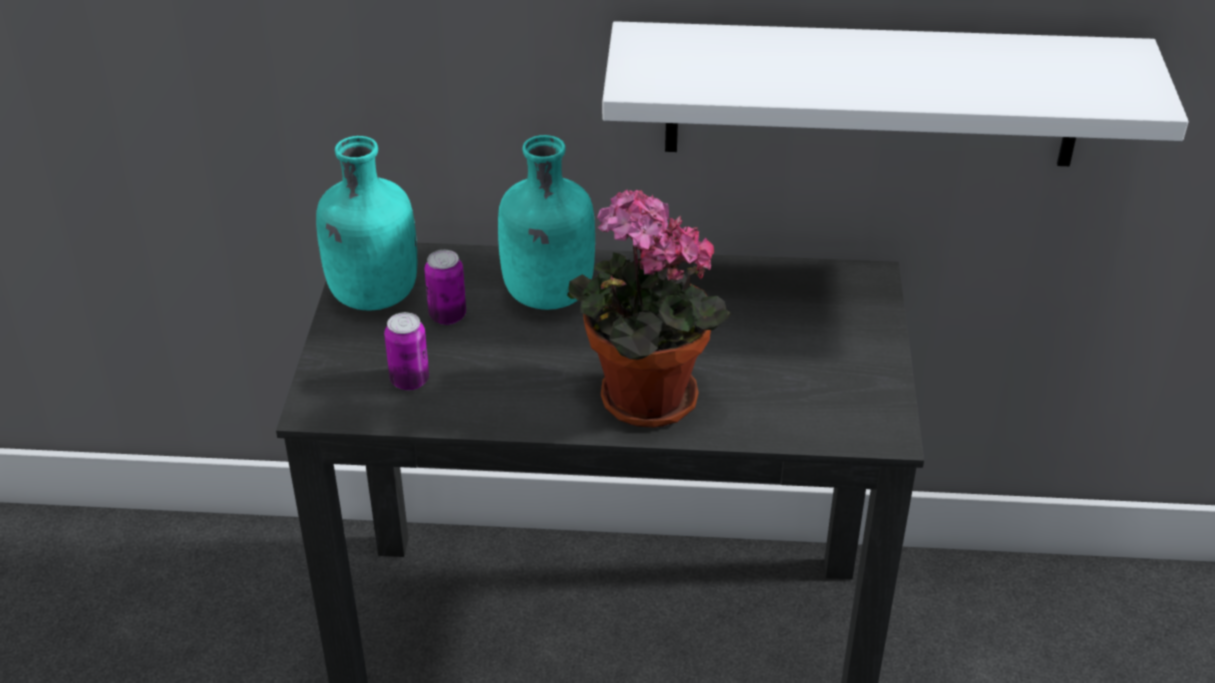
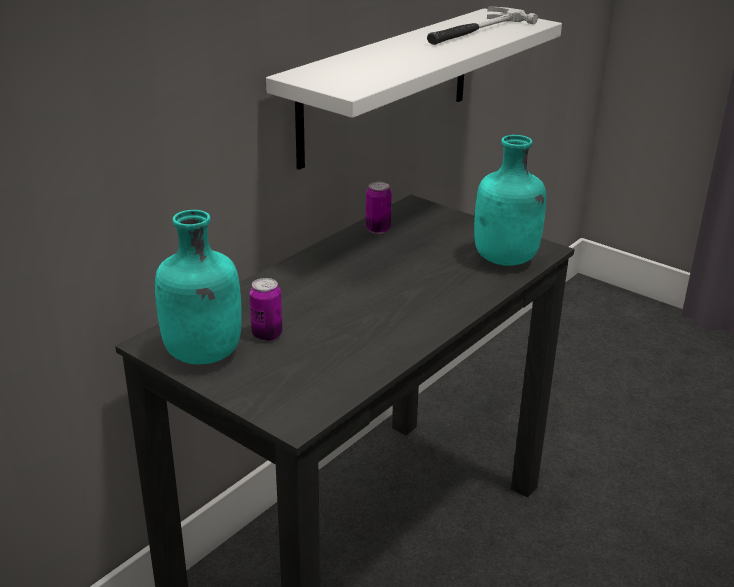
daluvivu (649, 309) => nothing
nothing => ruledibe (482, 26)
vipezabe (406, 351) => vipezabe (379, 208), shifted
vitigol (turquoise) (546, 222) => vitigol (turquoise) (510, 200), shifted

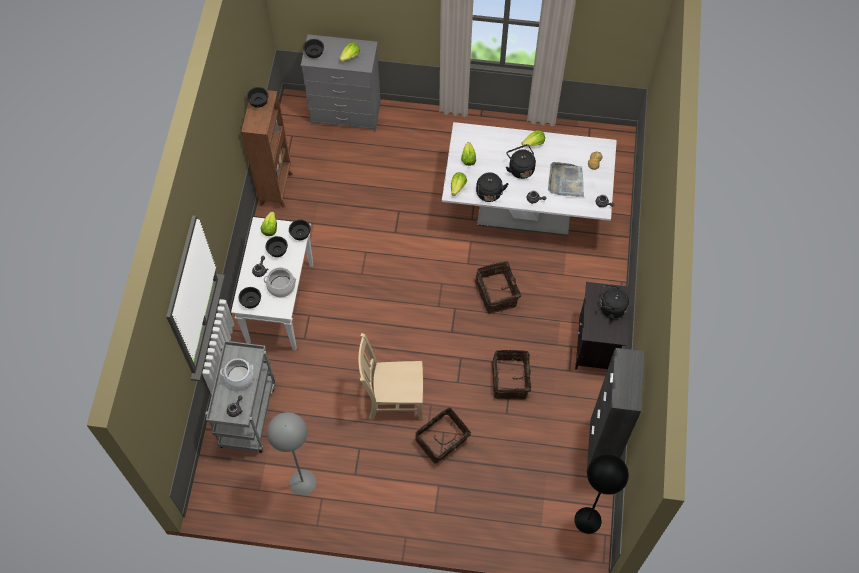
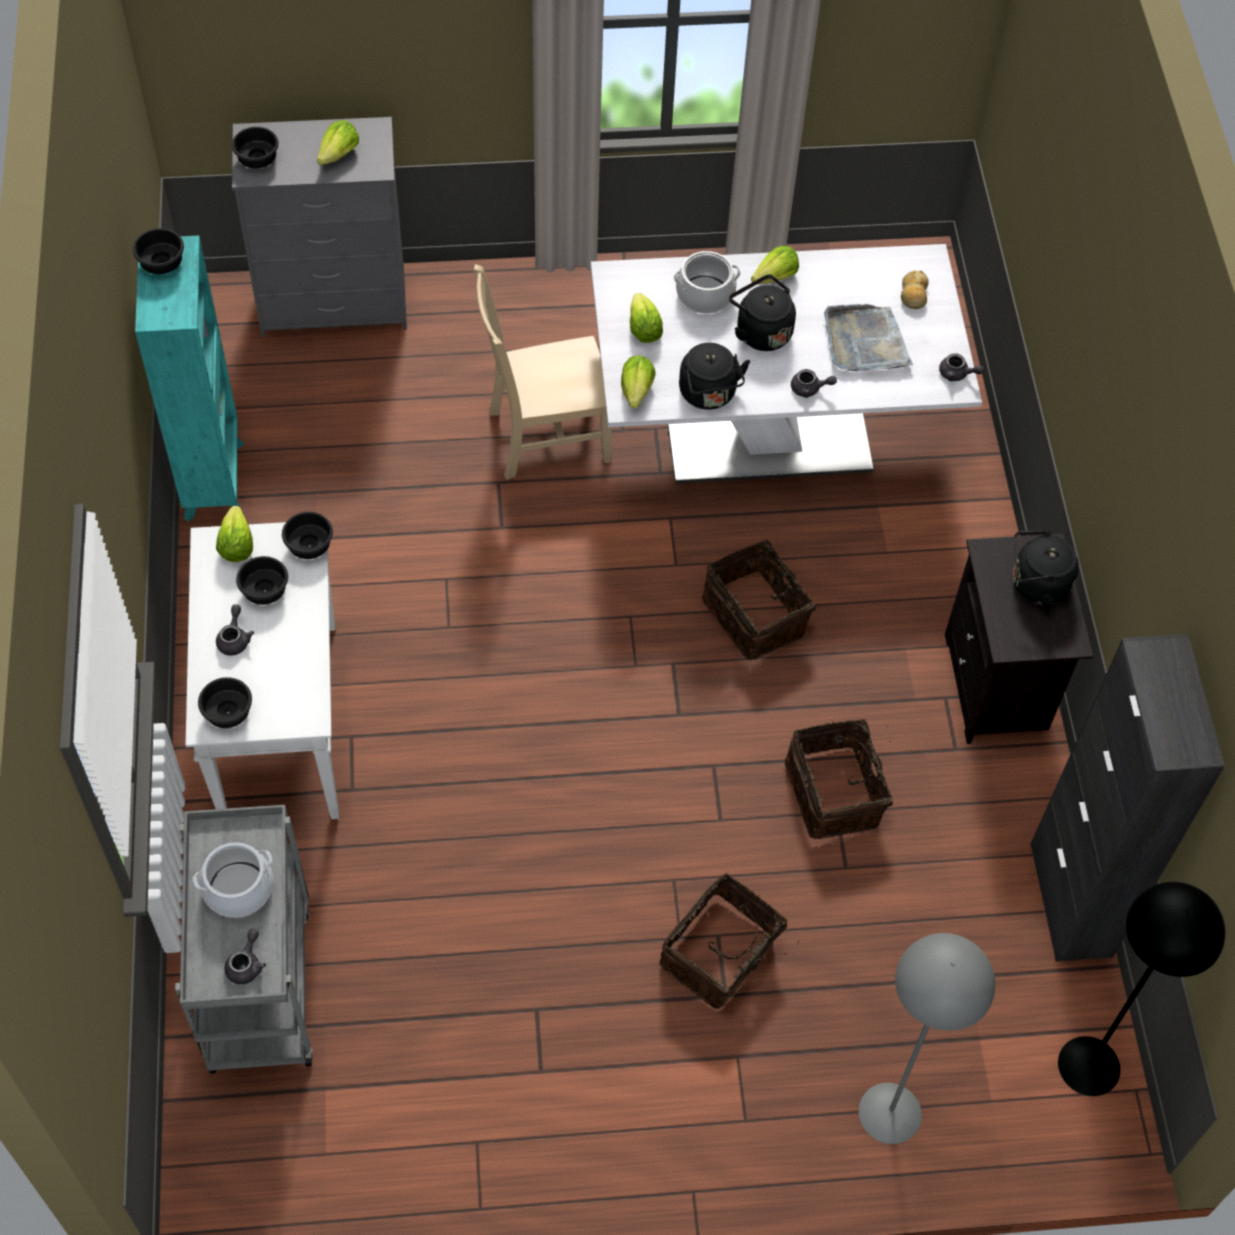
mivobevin (280, 282) => mivobevin (707, 282), shifted
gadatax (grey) (291, 453) => gadatax (grey) (927, 1038), shifted
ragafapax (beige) (390, 376) => ragafapax (beige) (543, 372), shifted
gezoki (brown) (266, 149) => gezoki (turquoise) (189, 379)

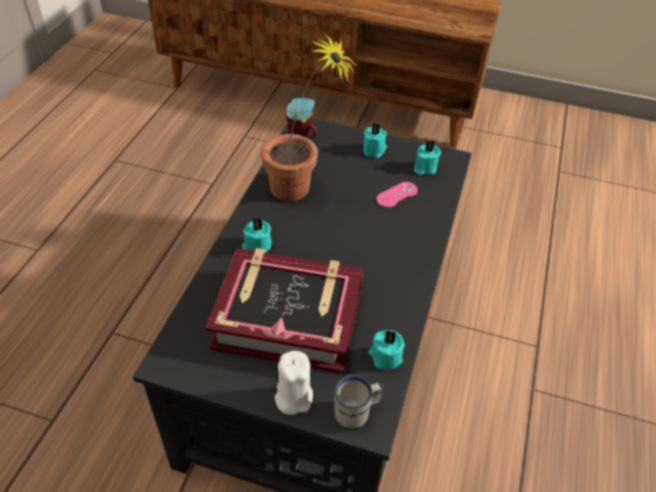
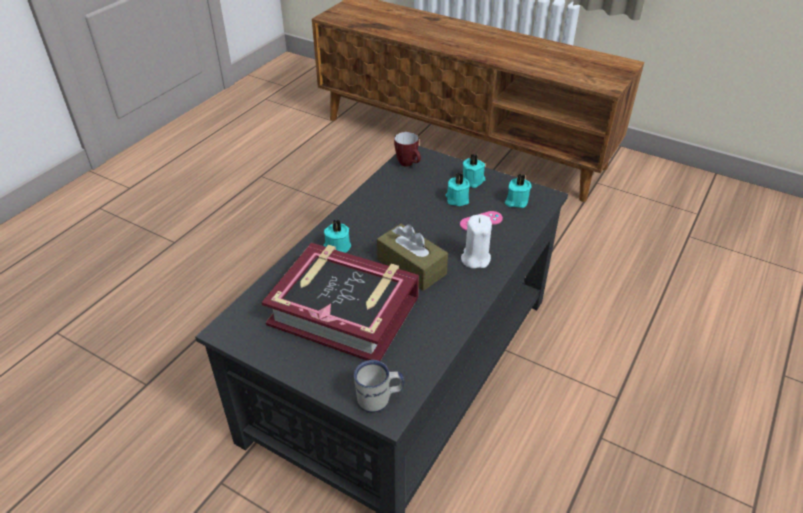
daluvivu (308, 116) => nothing
nothing => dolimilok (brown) (412, 257)
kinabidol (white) (294, 383) => kinabidol (white) (476, 241), shifted
kinabidol (turquoise) (387, 349) => kinabidol (turquoise) (457, 189), shifted

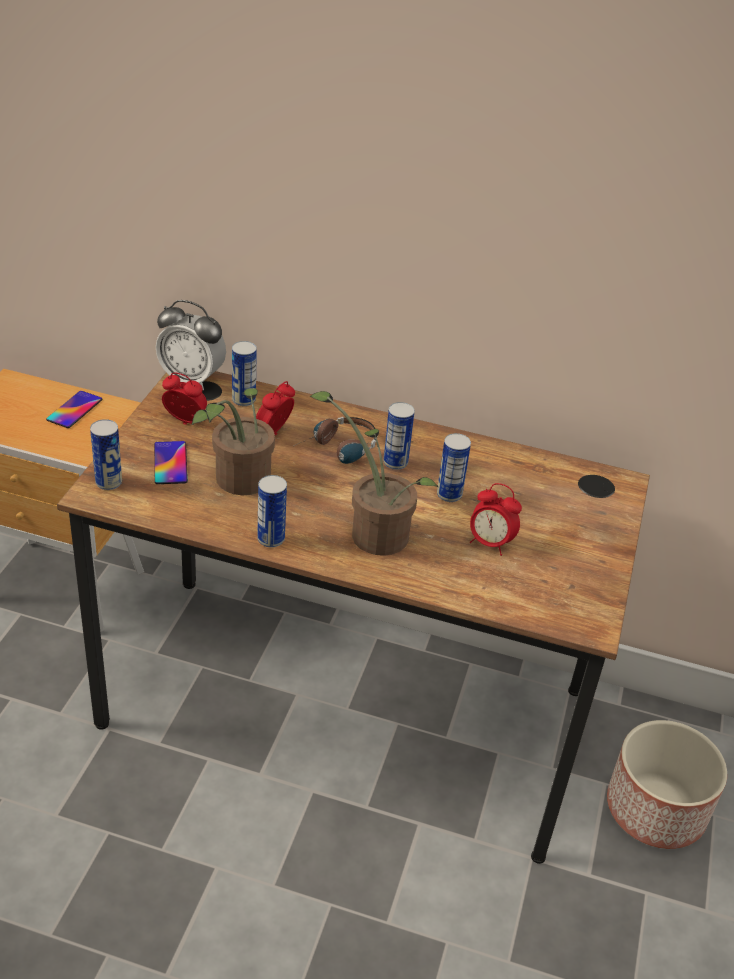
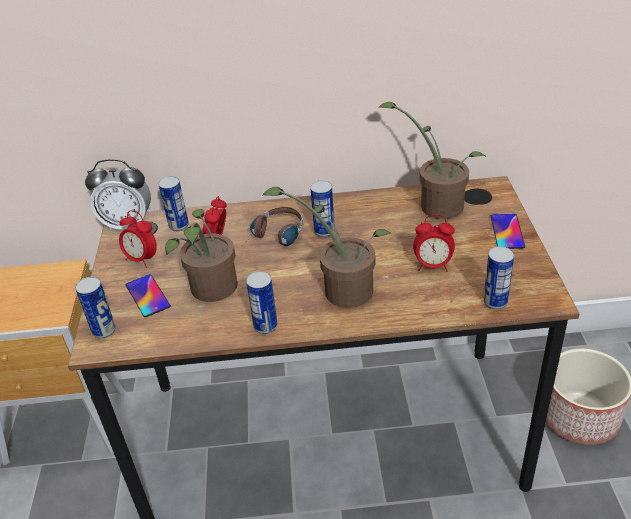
nothing => daluvivu (431, 160)
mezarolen (74, 409) => mezarolen (508, 231), shifted
vipezabe (454, 467) => vipezabe (498, 278), shifted
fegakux (184, 398) => fegakux (138, 239), 150 degrees counterclockwise

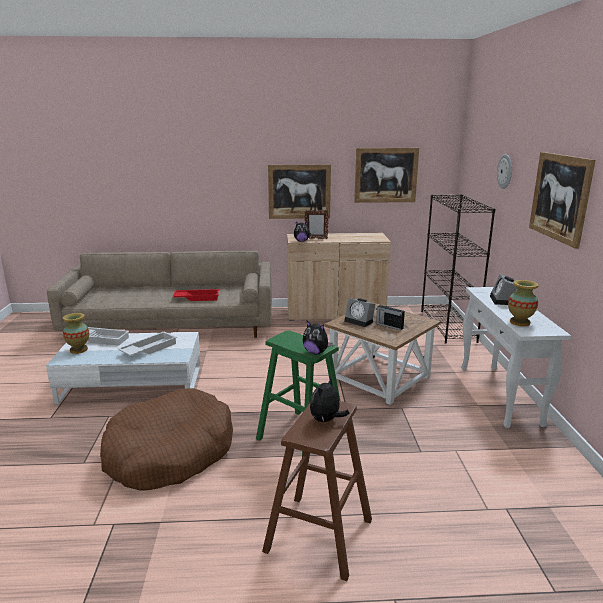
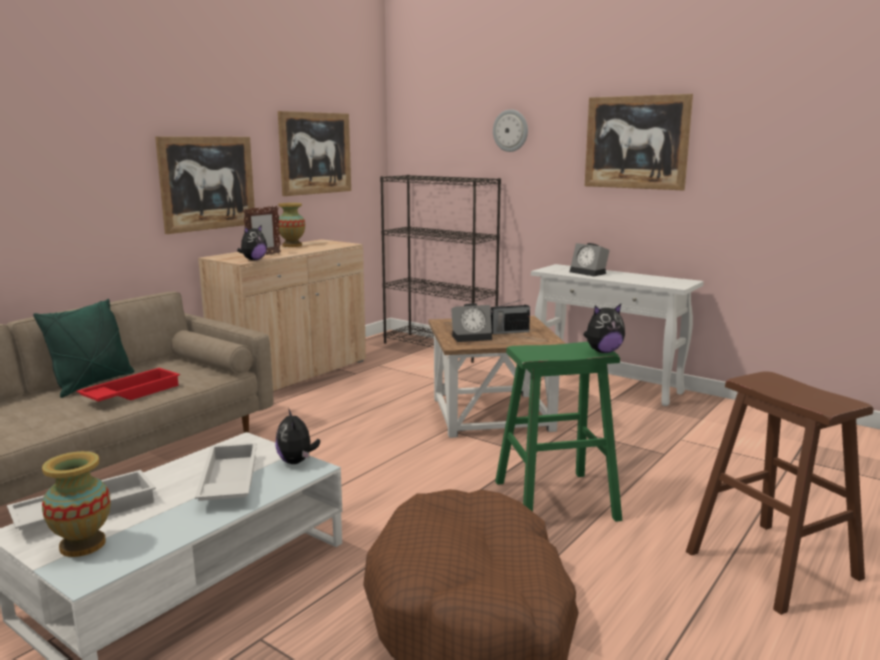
nothing => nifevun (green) (83, 348)
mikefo (329, 399) => mikefo (297, 436), shifted
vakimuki (523, 303) => vakimuki (291, 225), shifted

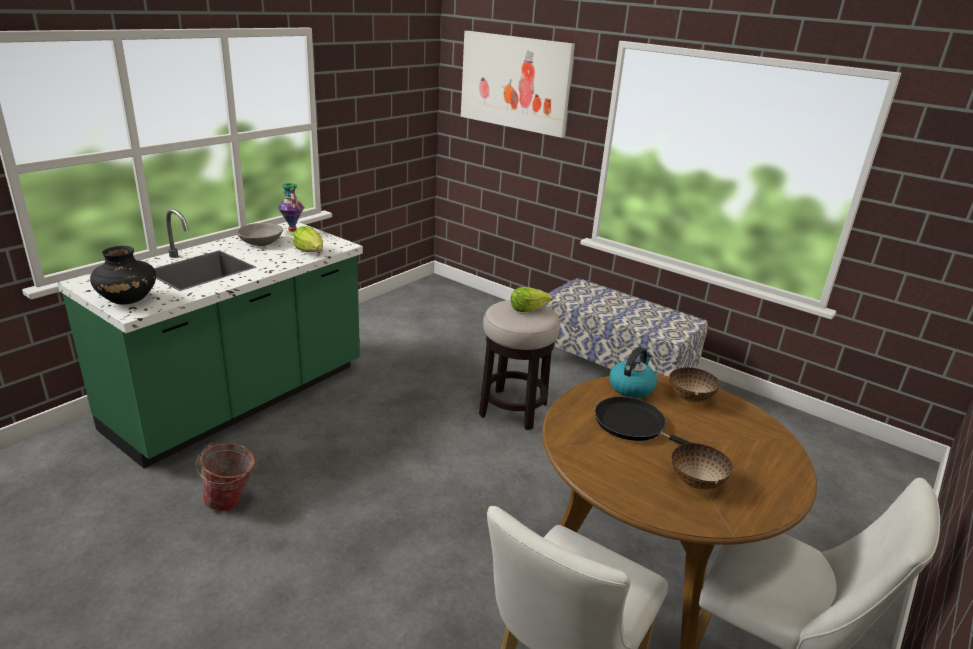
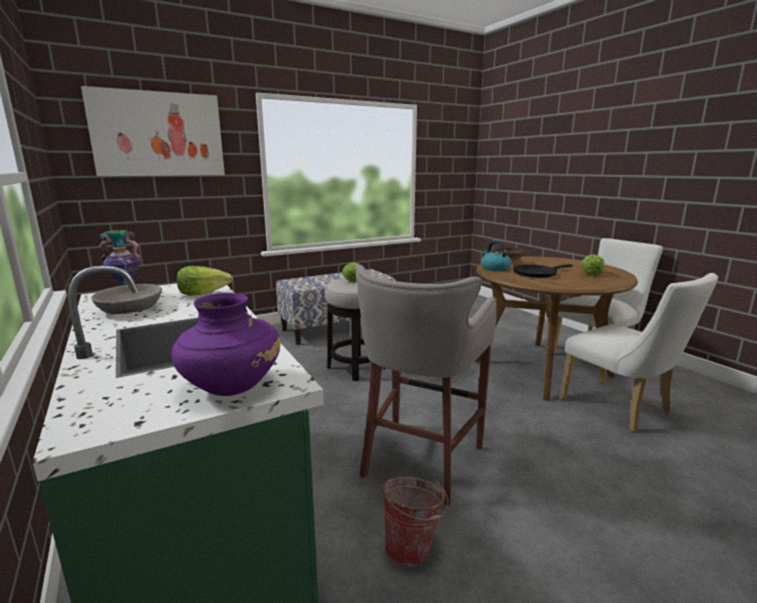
nothing => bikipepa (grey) (426, 385)
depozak (702, 466) => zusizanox (593, 264)
vakimuki (black) (123, 275) => vakimuki (purple) (226, 344)

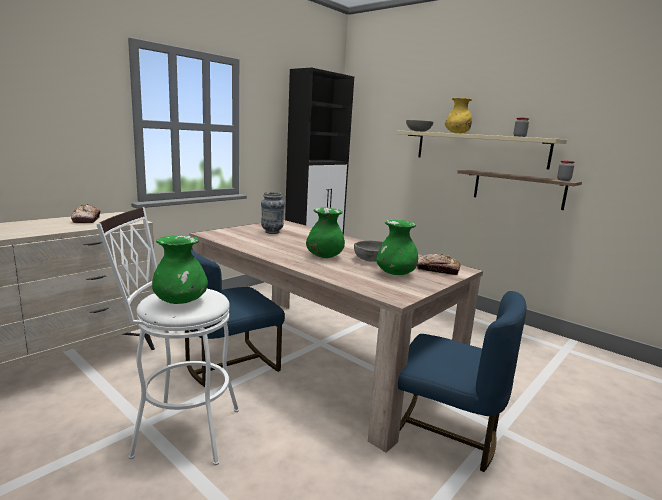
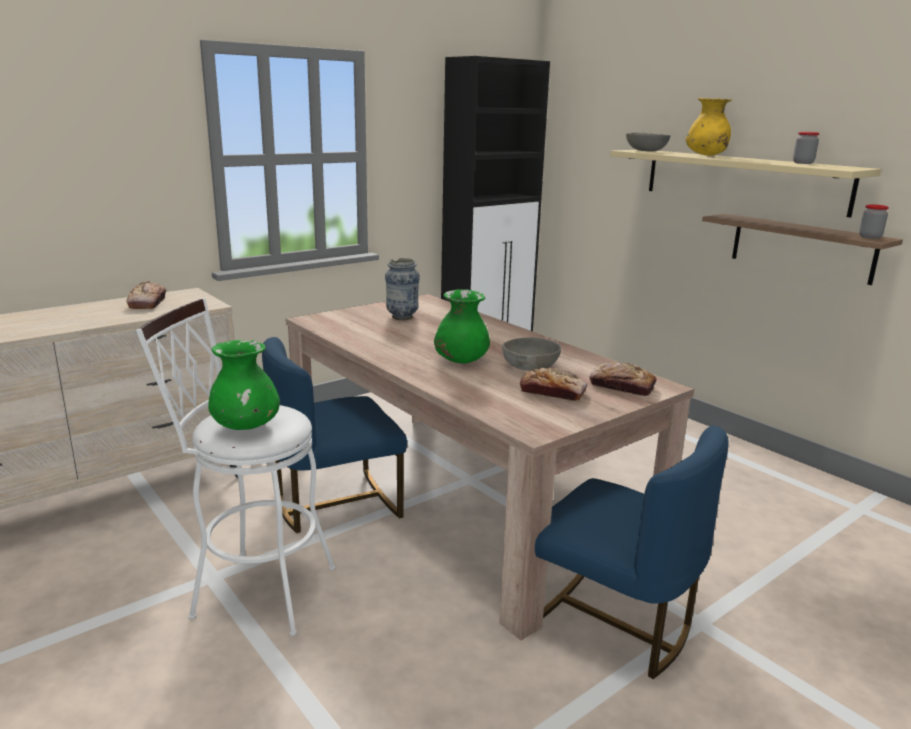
vakimuki (green) (397, 247) => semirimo (553, 384)

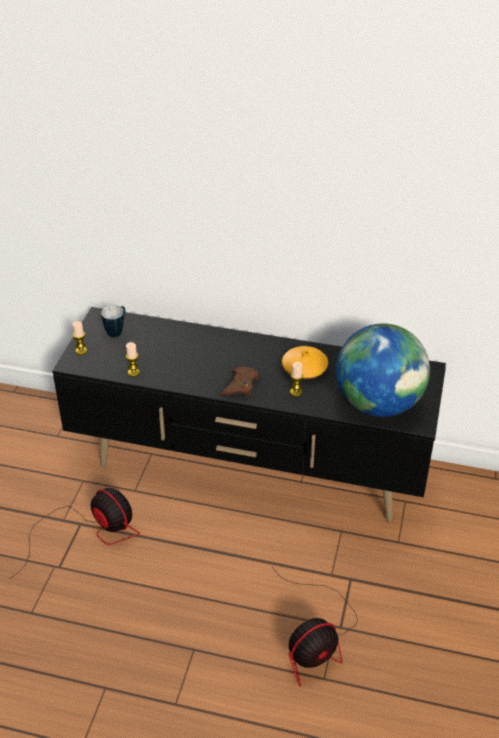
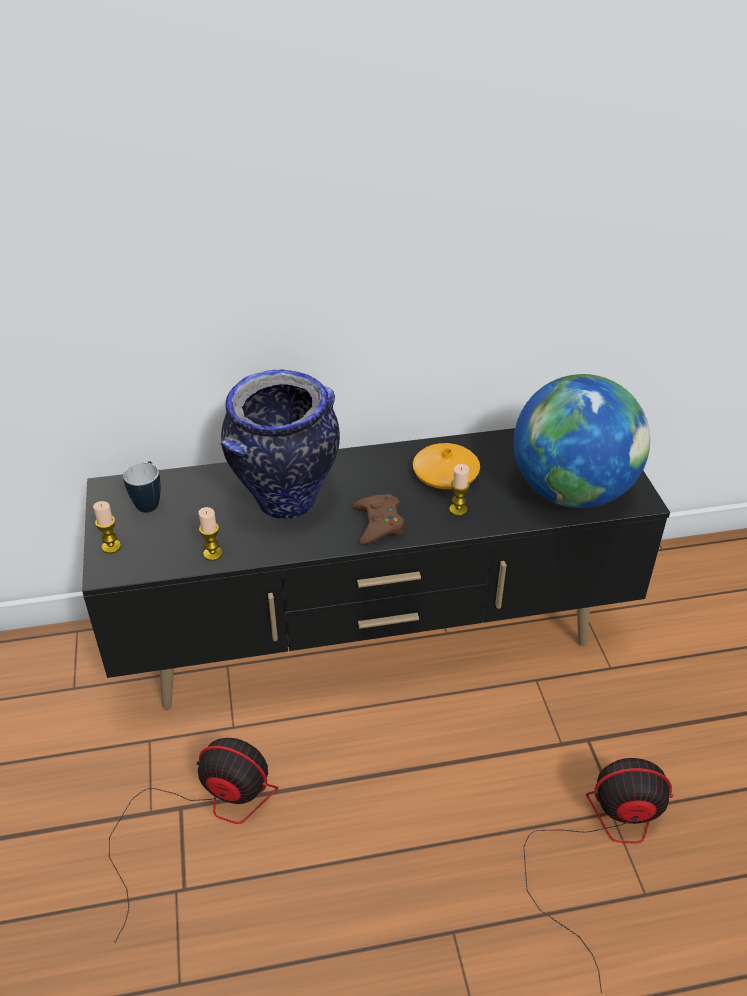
nothing => vakimuki (280, 444)
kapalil (315, 627) => kapalil (598, 875), 120 degrees counterclockwise

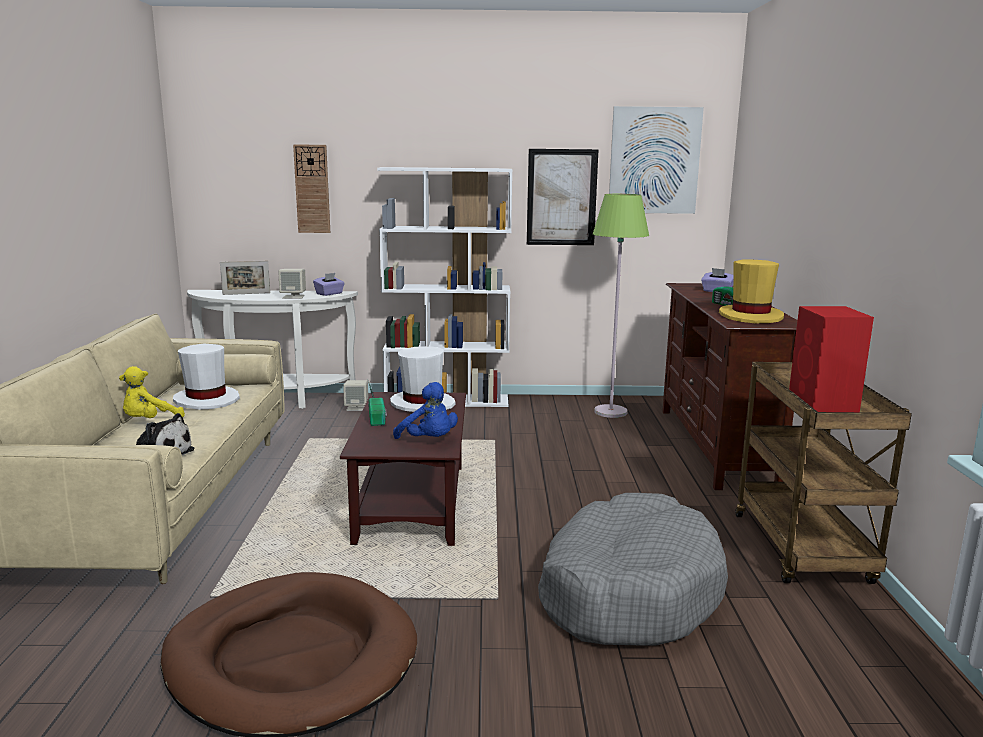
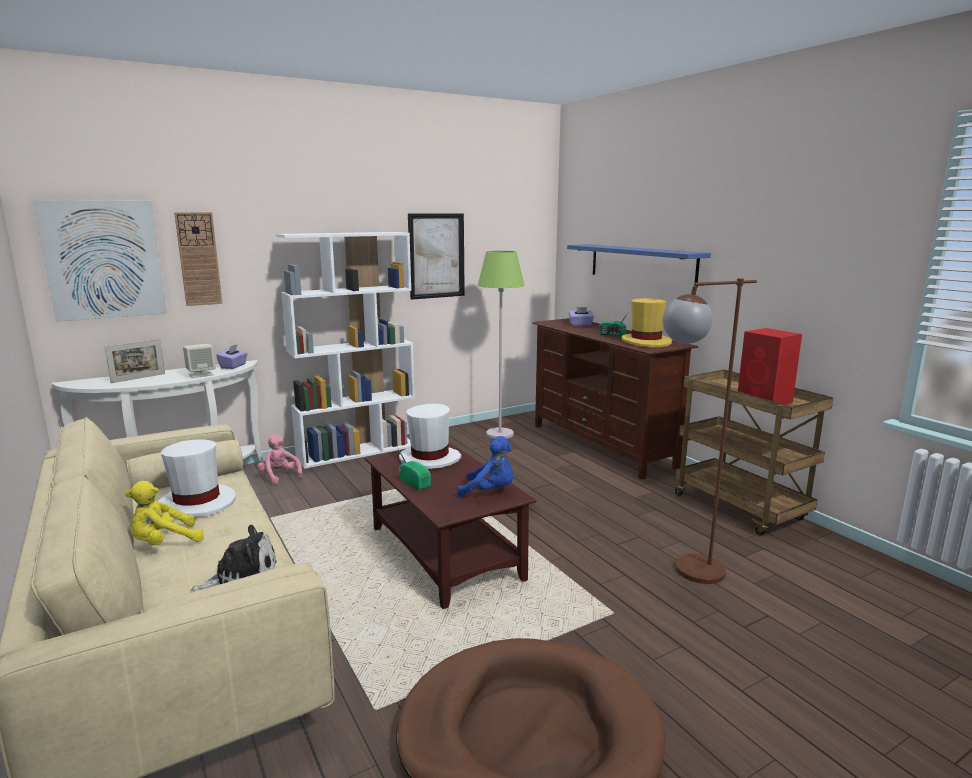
nothing => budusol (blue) (639, 265)
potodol (656, 160) => potodol (100, 261), shifted
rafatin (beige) (355, 395) => mikefo (pink) (279, 459)
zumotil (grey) (633, 569) => gadatax (brown) (710, 431)
mikefo (yellow) (152, 392) => mikefo (yellow) (164, 513), 45 degrees clockwise

